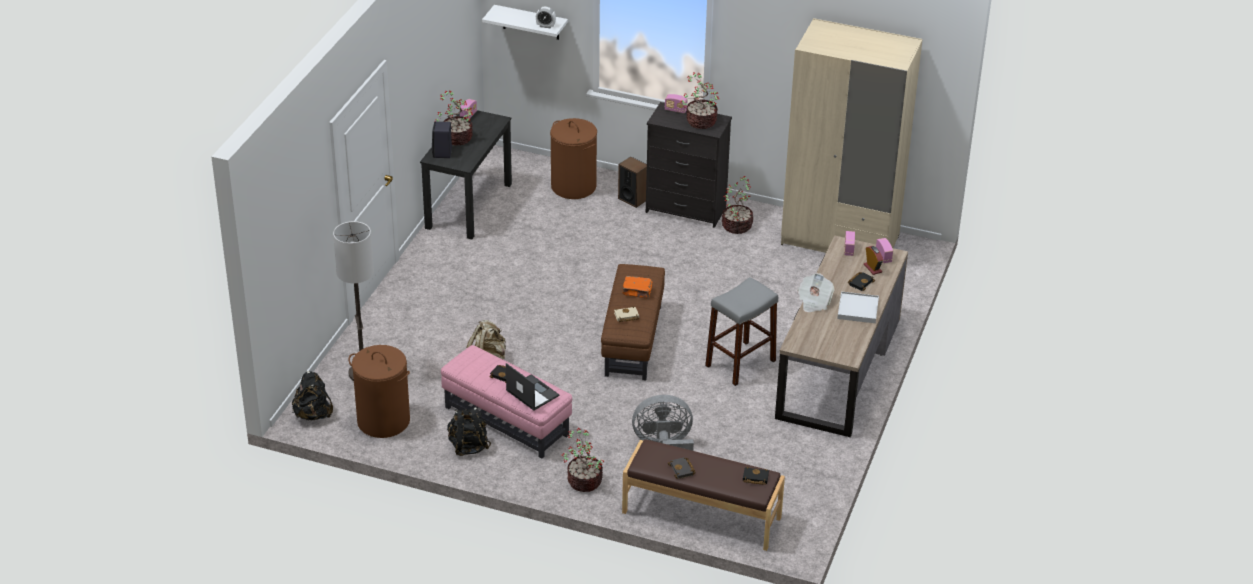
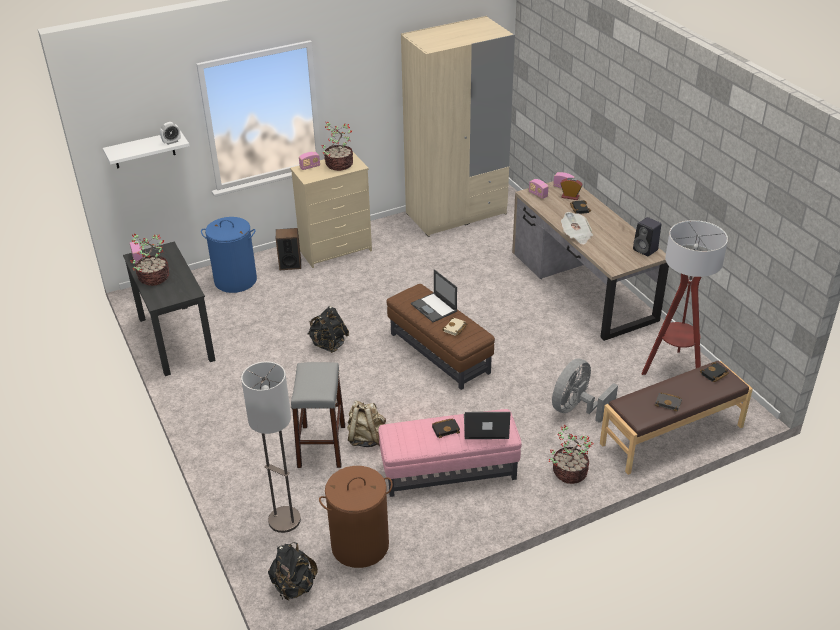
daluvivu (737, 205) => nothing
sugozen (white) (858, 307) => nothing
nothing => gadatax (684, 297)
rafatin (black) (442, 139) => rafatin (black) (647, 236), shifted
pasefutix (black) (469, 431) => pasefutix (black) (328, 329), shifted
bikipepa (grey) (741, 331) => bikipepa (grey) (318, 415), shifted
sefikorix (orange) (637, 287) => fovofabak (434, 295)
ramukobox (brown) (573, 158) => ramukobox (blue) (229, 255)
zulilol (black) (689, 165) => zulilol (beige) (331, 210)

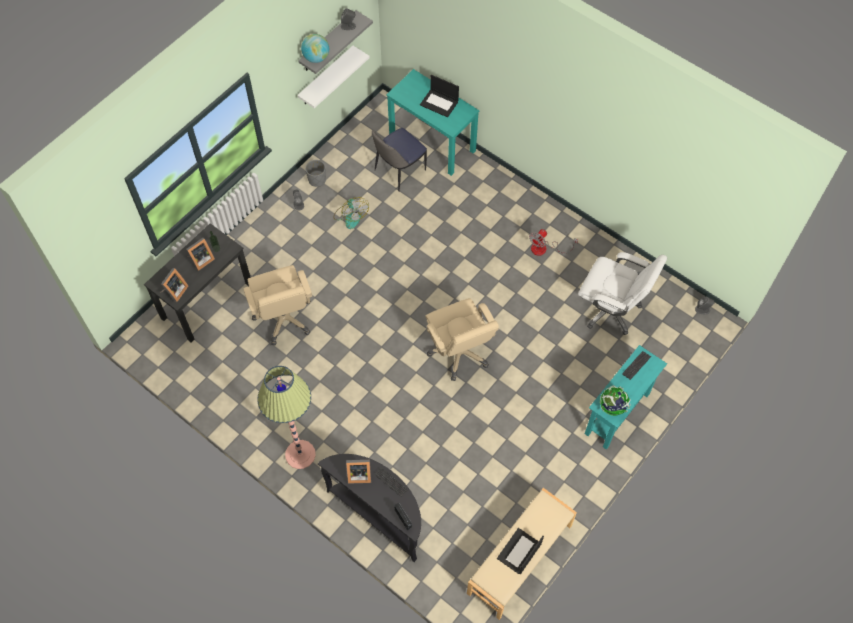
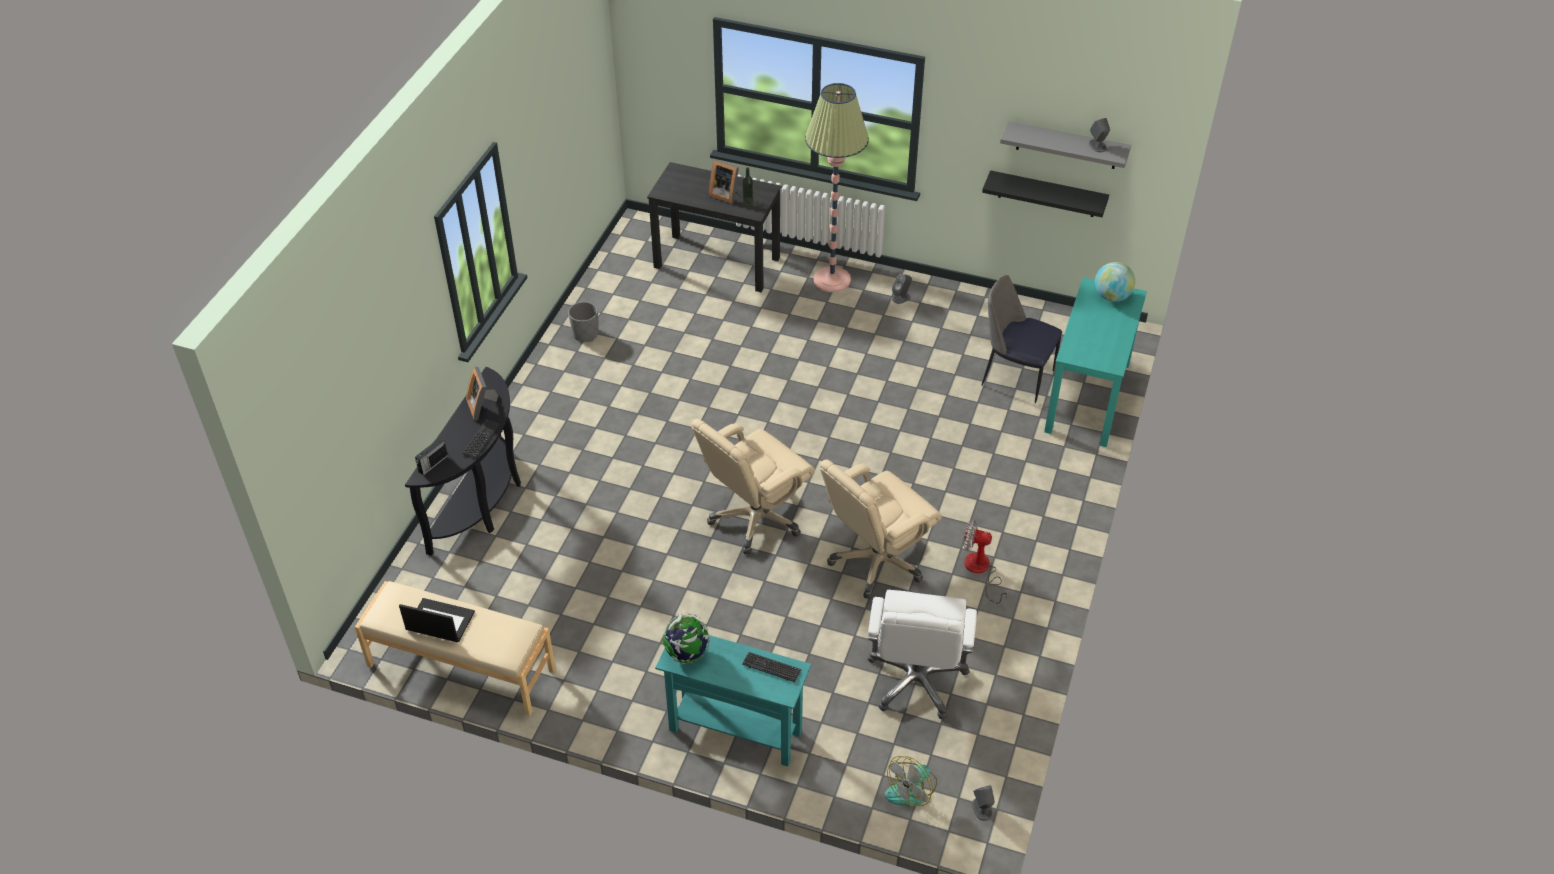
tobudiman (174, 285) => nothing
fovofabak (439, 96) => nothing
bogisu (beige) (278, 305) => bogisu (beige) (881, 529), shifted
gadatax (286, 417) => gadatax (837, 187), shifted
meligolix (315, 48) => meligolix (1115, 282), shifted
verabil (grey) (315, 173) => verabil (grey) (583, 322), shifted
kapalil (351, 213) => kapalil (911, 781), shifted
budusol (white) (333, 77) => budusol (black) (1045, 193)

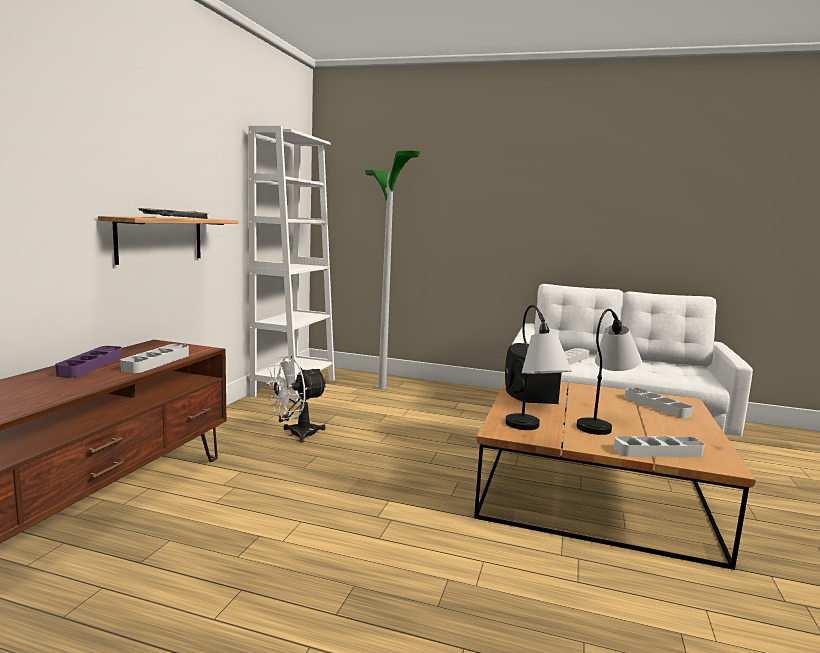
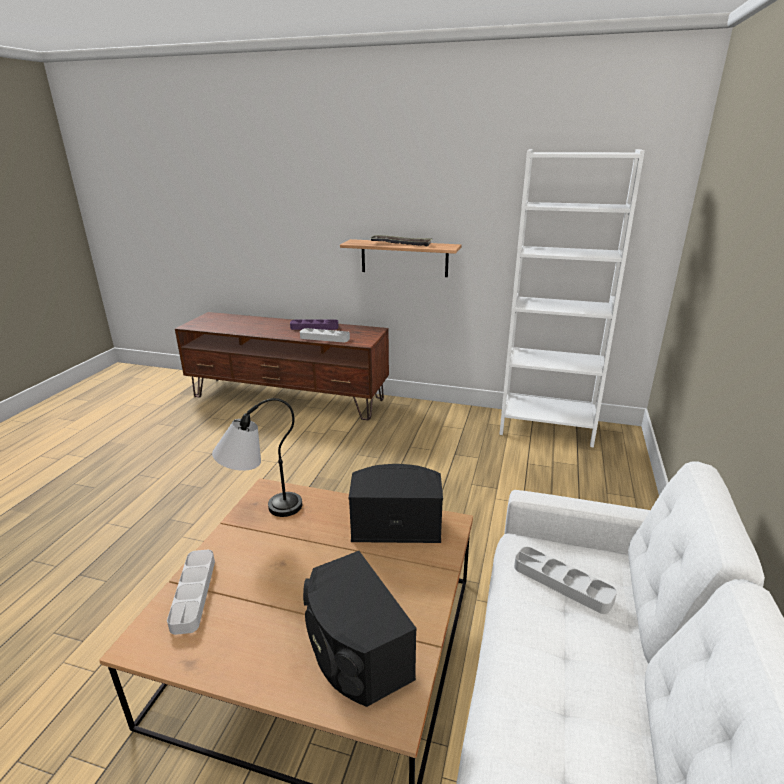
kapalil (white) (297, 399) => nothing
gadatax (392, 269) => nothing
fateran (609, 372) => nothing
sugozen (grey) (658, 402) => rafatin (black) (360, 629)

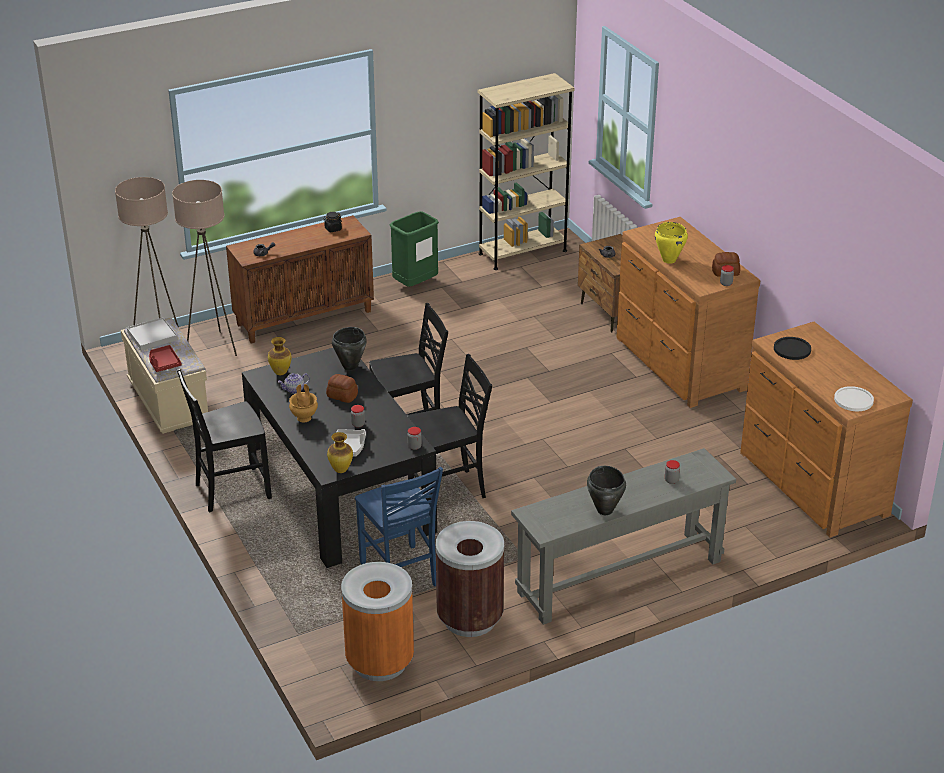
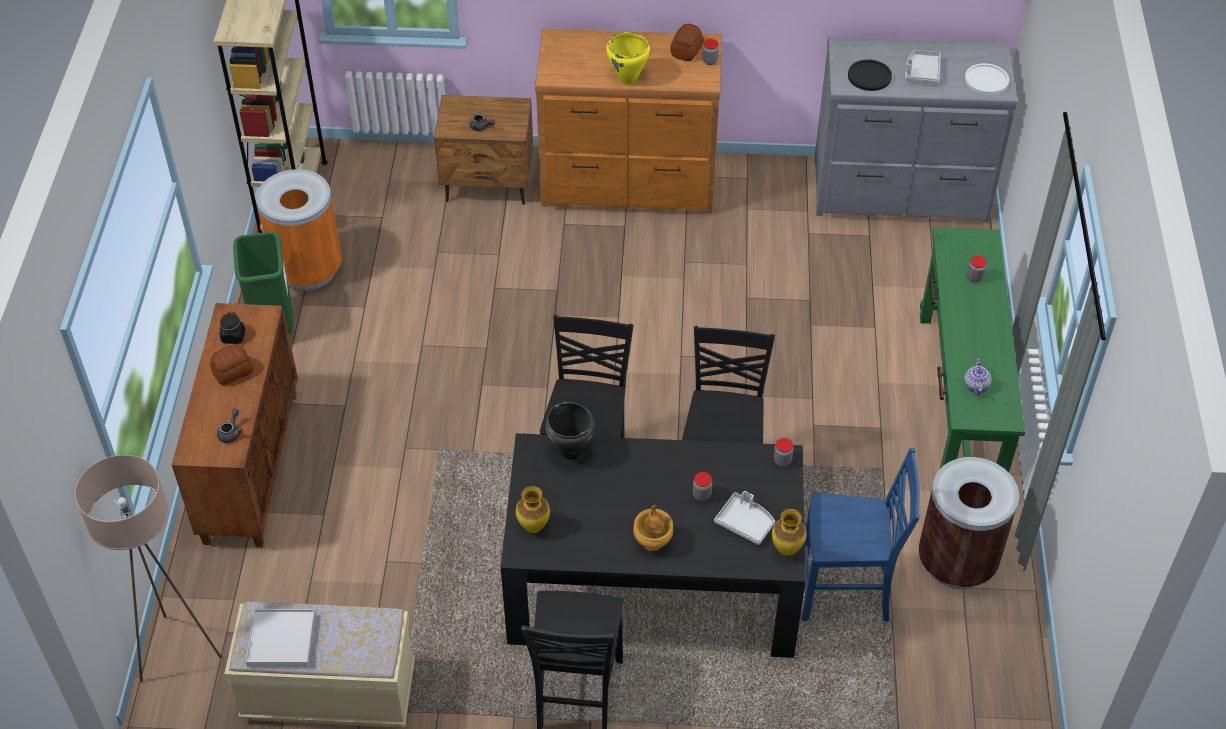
sugozen (red) (165, 358) => nothing
gadatax (beige) (204, 268) => nothing
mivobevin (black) (606, 490) => nothing
nothing => sugozen (grey) (923, 67)
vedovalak (294, 383) => vedovalak (977, 377), shifted
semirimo (342, 388) => semirimo (231, 364), shifted
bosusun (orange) (377, 621) => bosusun (orange) (299, 230), shifted
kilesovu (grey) (623, 536) => kilesovu (green) (972, 349)
zulilol (brown) (826, 430) => zulilol (grey) (916, 129)

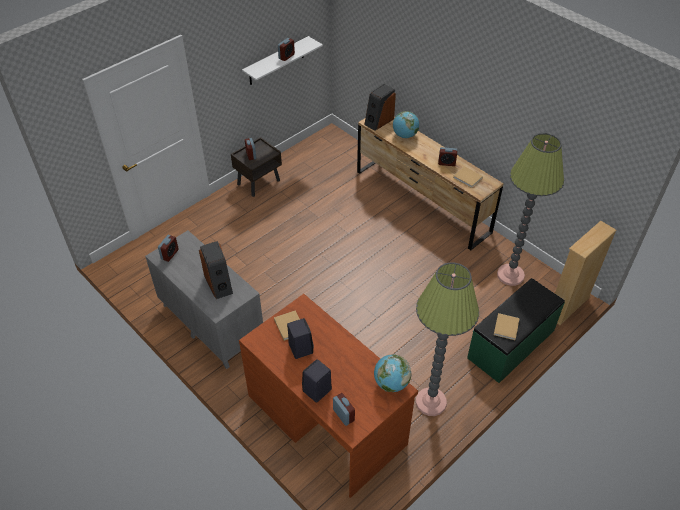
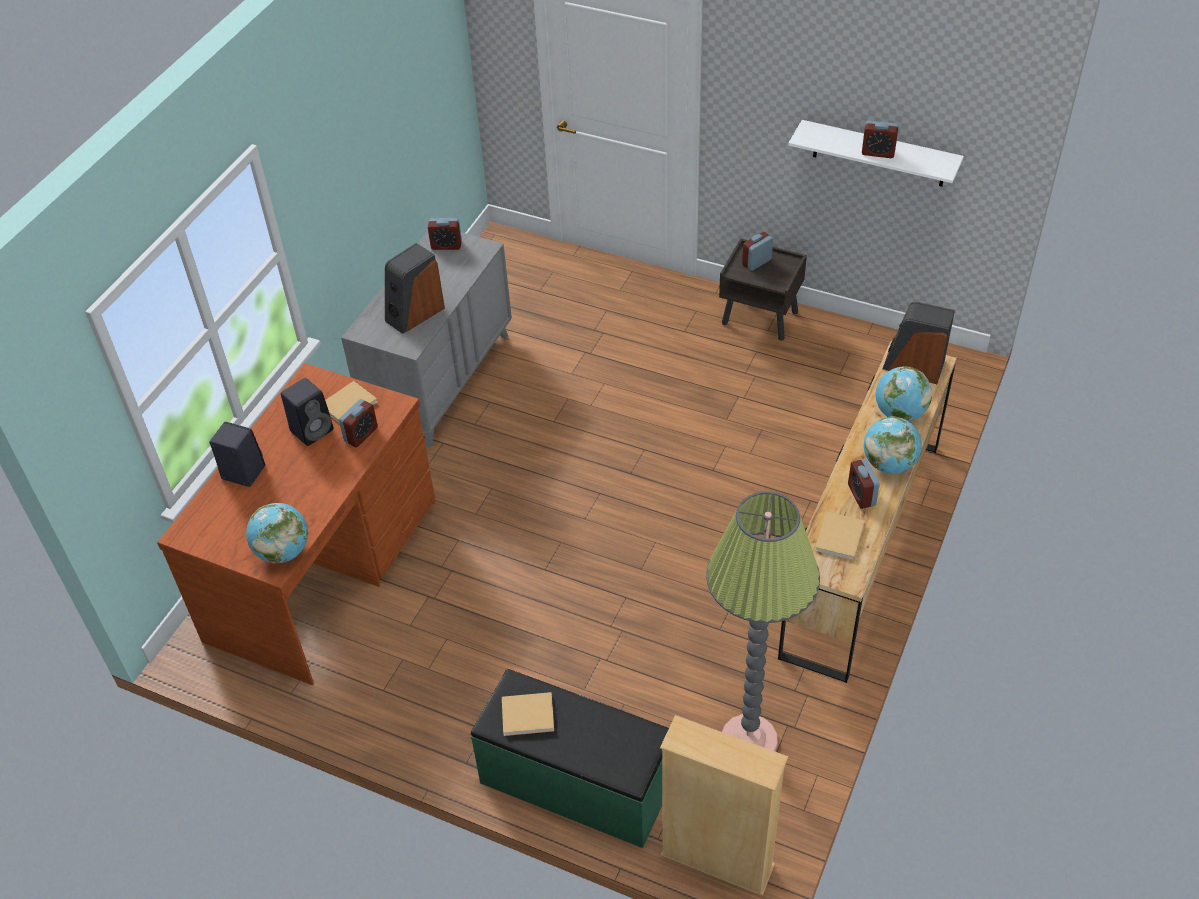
gadatax (447, 339) => nothing
nothing => meligolix (893, 445)
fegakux (344, 409) => fegakux (358, 423), shifted

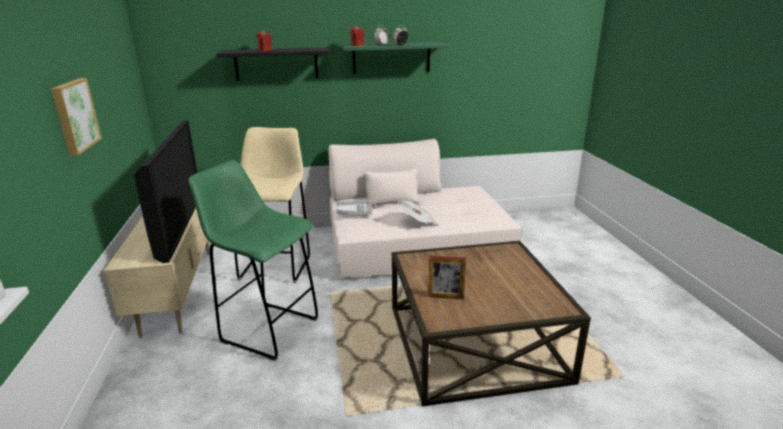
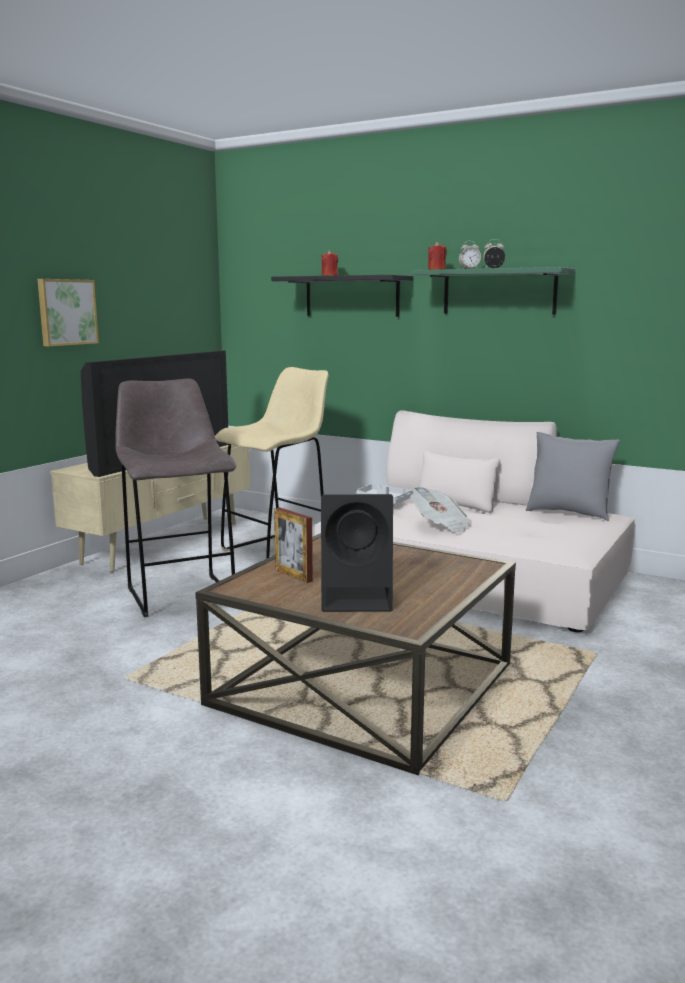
nothing => rafatin (black) (357, 553)
nothing => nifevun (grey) (573, 476)
bikipepa (green) (253, 260) => bikipepa (grey) (175, 497)

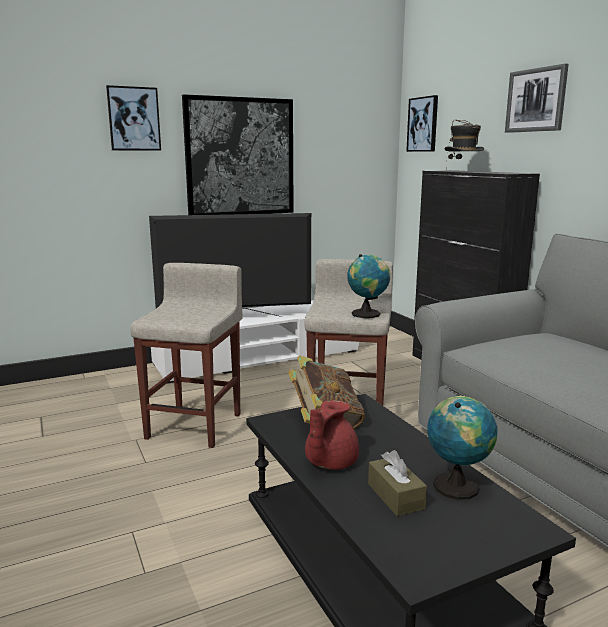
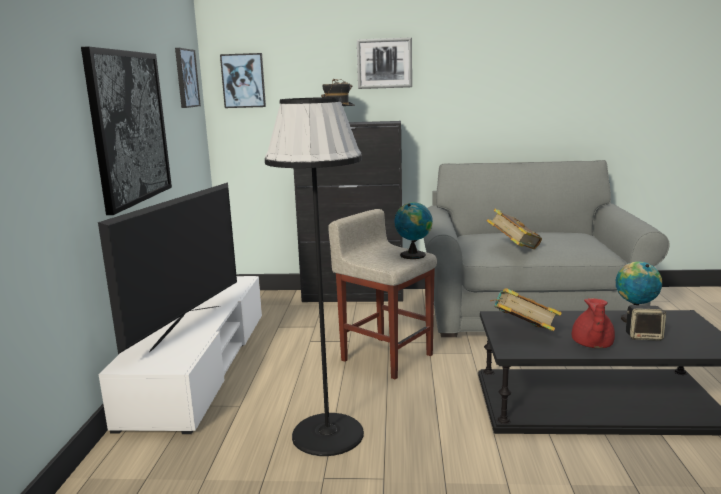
nothing => sefikorix (514, 228)
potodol (133, 118) => potodol (188, 78), shifted
bikipepa (beige) (186, 355) => gadatax (black) (314, 276)
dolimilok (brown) (397, 483) => rafatin (646, 323)
vedovalak (red) (332, 435) => vedovalak (red) (593, 323), 45 degrees clockwise

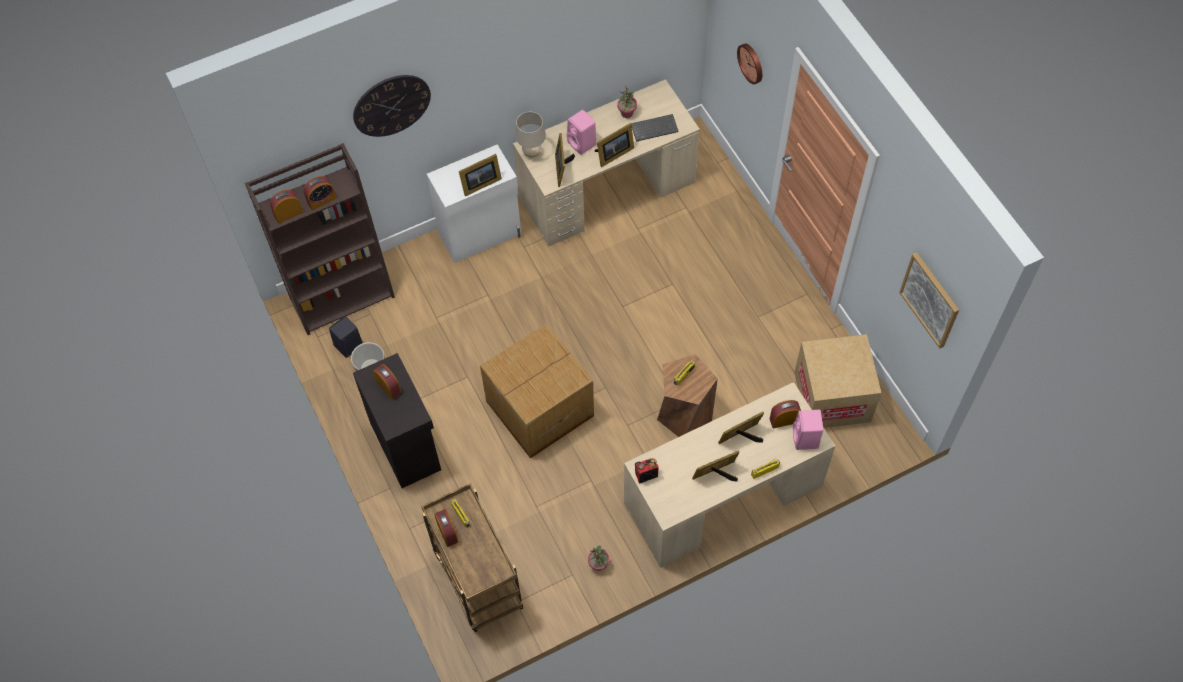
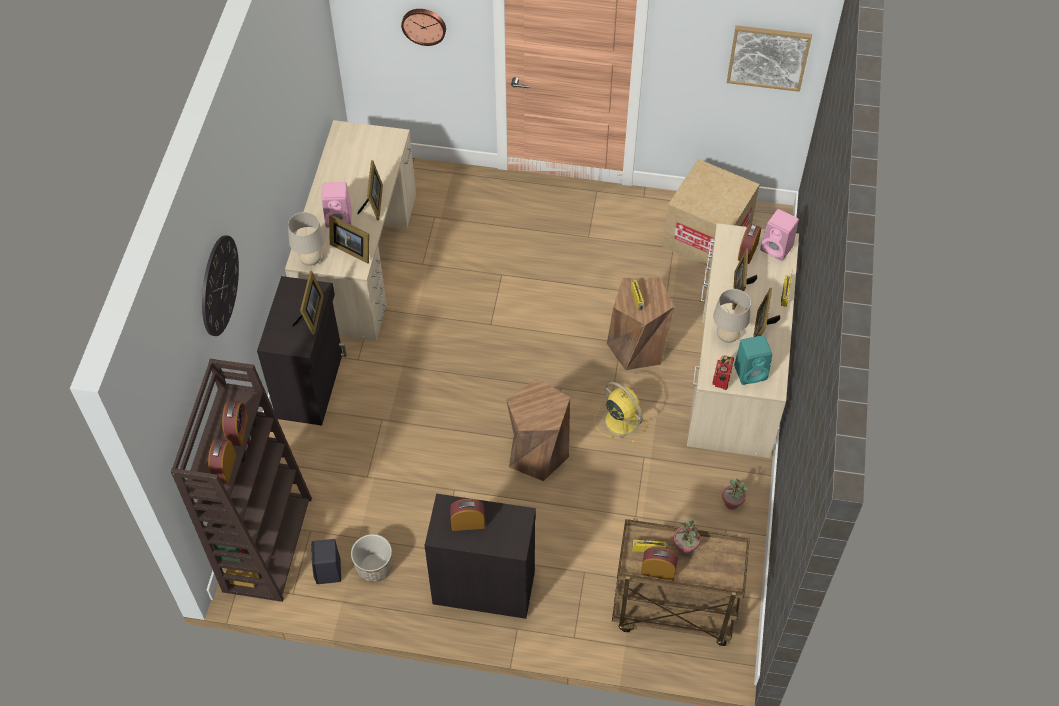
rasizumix (655, 128) => nothing
nothing => kapalil (yellow) (621, 412)
nothing => fateran (beige) (732, 316)
nothing => rafatin (turquoise) (753, 360)
daluvivu (627, 102) => daluvivu (686, 537), shifted
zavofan (537, 391) => bikipepa (brown) (538, 429)
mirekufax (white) (474, 203) => mirekufax (black) (302, 350)

